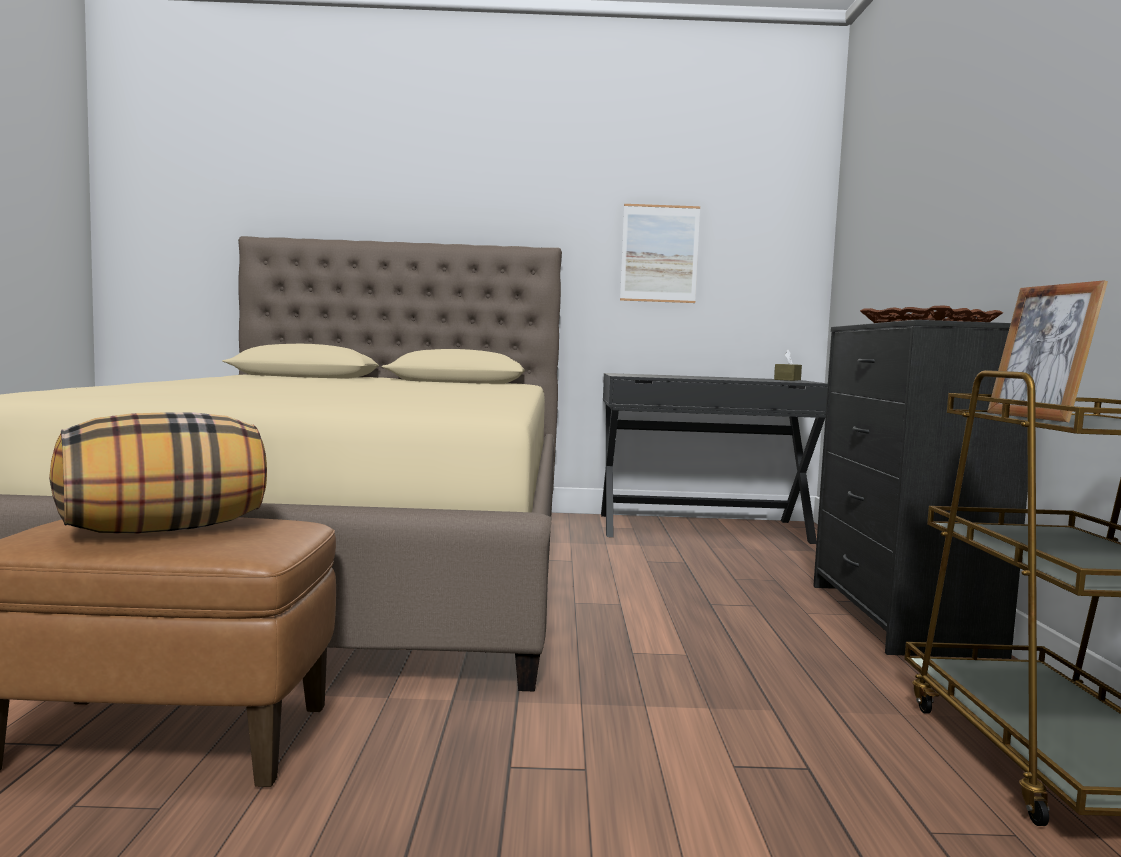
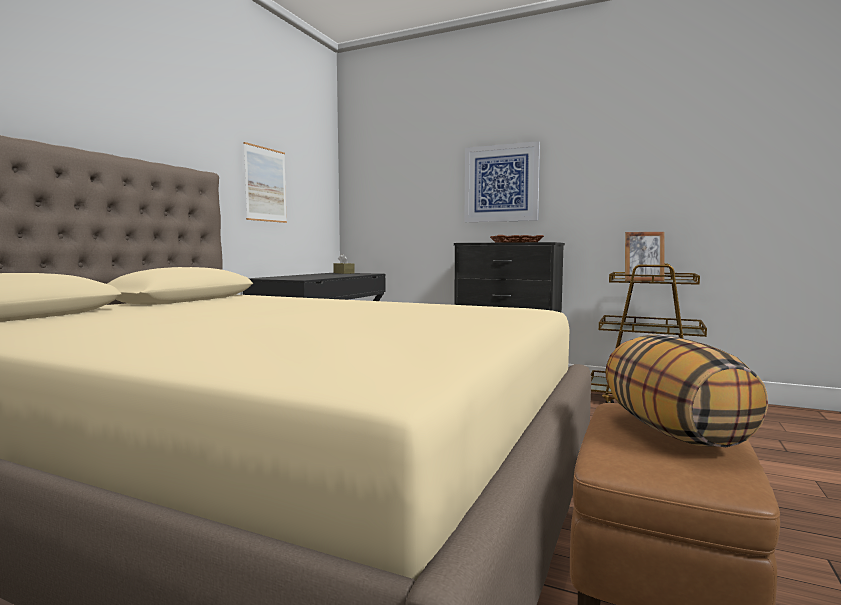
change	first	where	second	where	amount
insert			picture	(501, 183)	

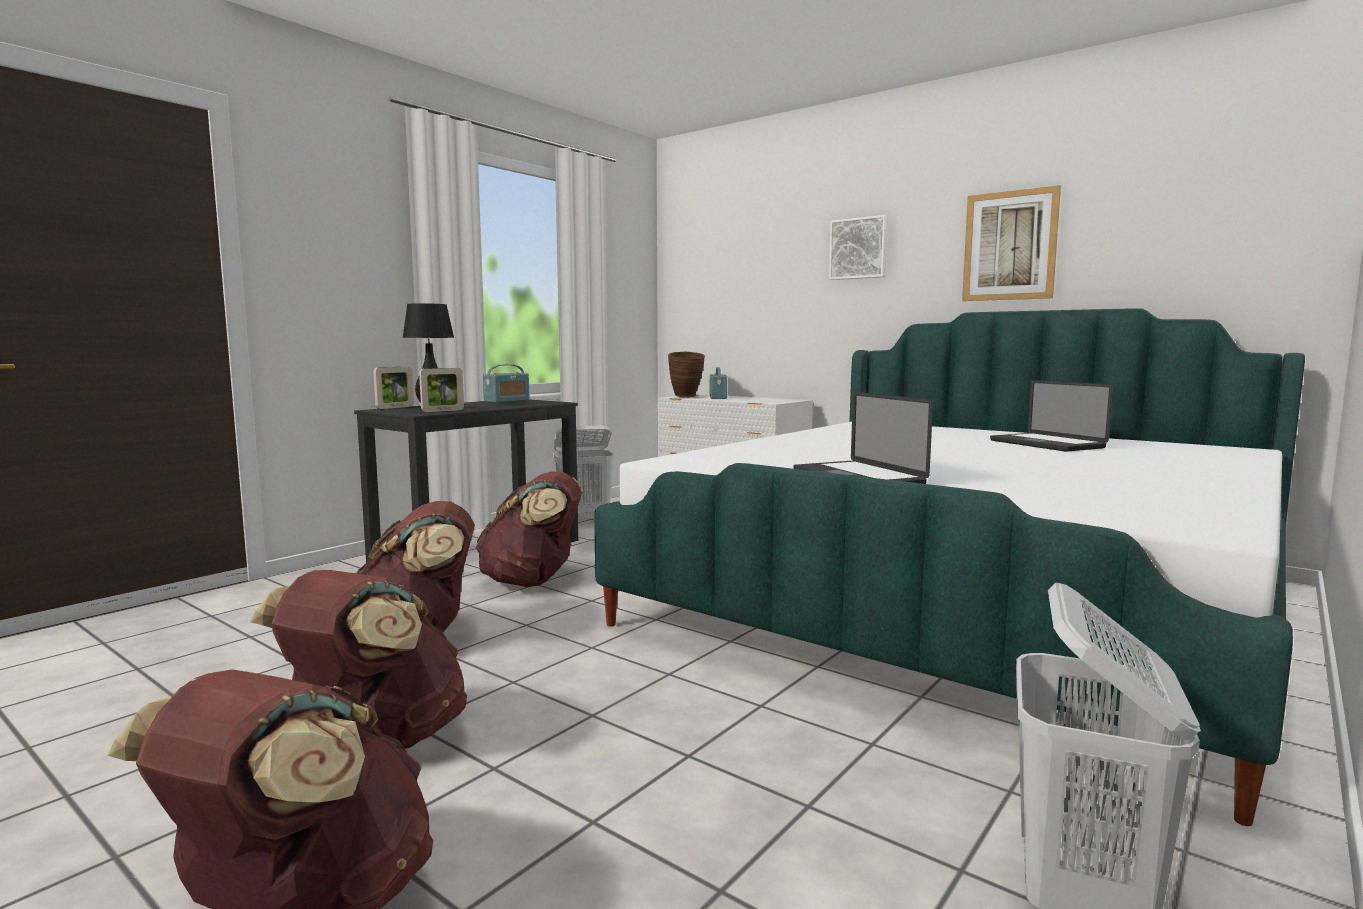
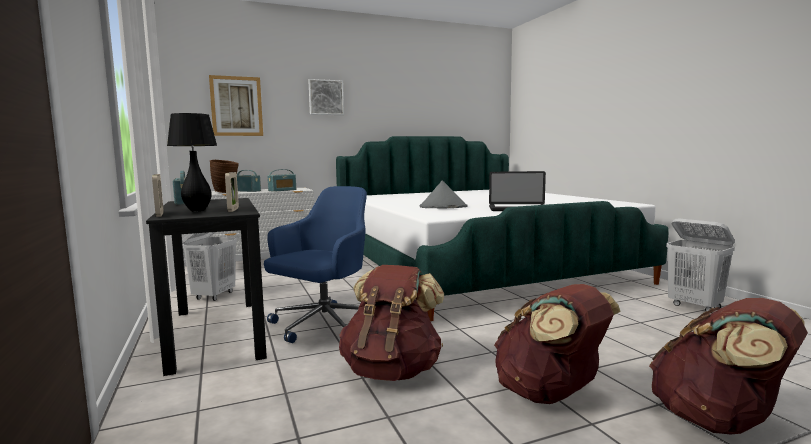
change	first	where	second	where	amount
move	picture	(1009, 246)		(236, 106)	
replace	backpack/brown	(533, 581)	office chair/blue	(323, 326)	
insert			radio	(282, 190)	
insert			hat/grey	(443, 207)	
delete	laptop	(1046, 444)			

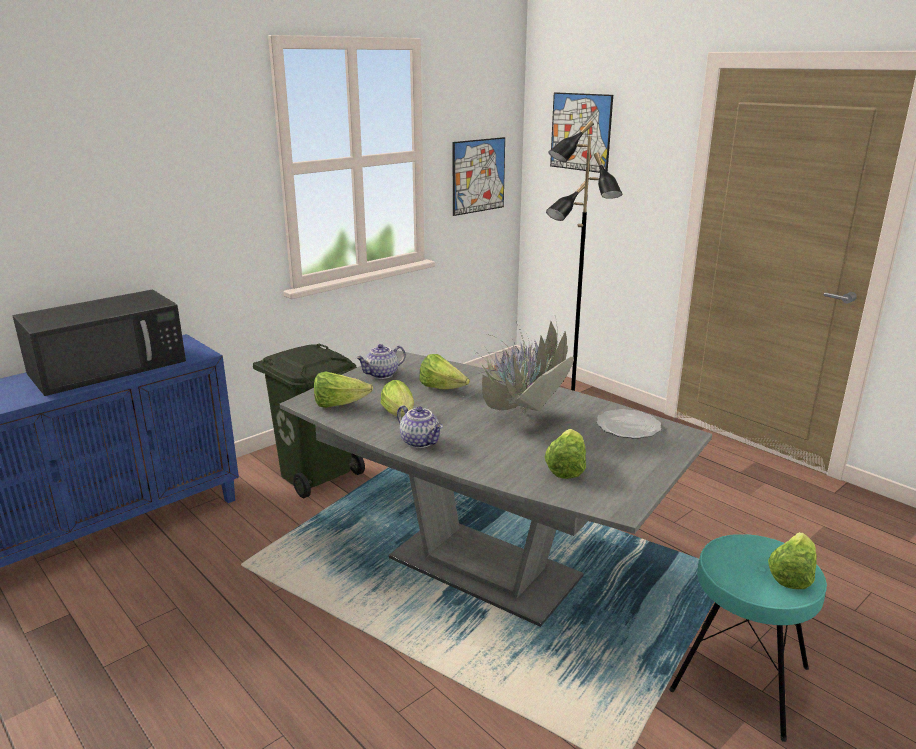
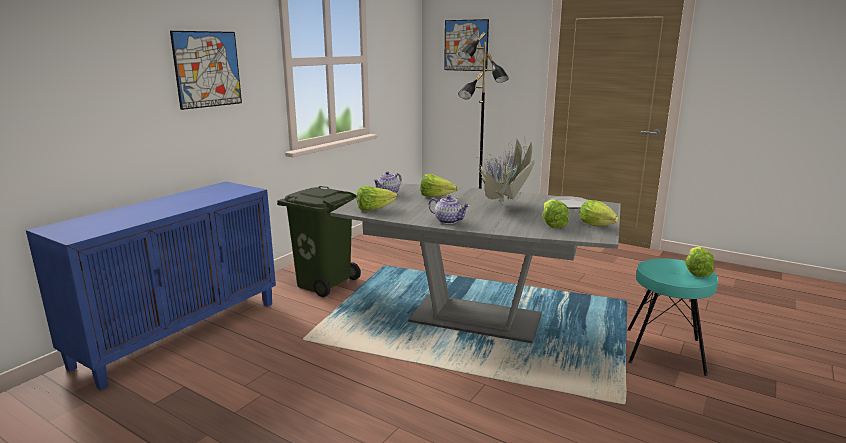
change	first	where	second	where	amount
move	picture	(478, 176)		(207, 69)	
move	lettuce	(400, 415)		(598, 226)	
delete	microwave/black	(110, 366)			

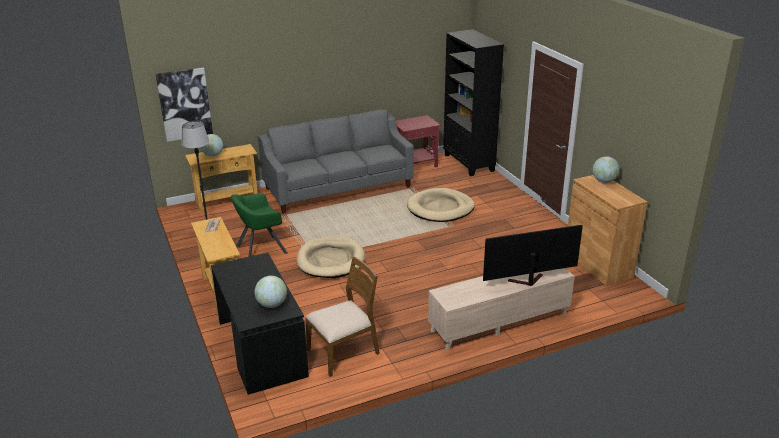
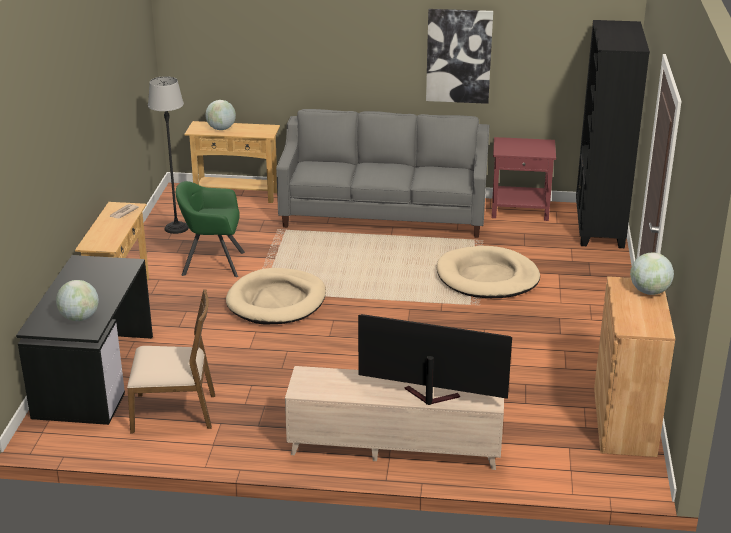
change	first	where	second	where	amount
move	picture	(184, 104)		(459, 56)	

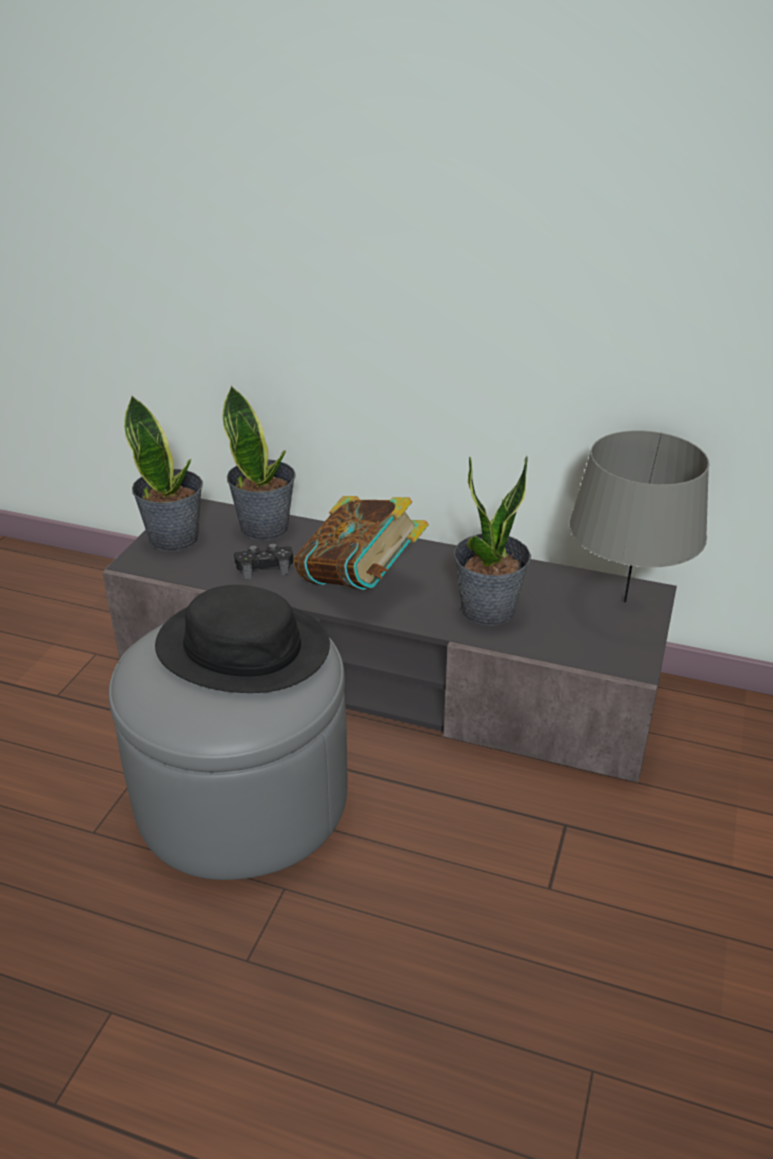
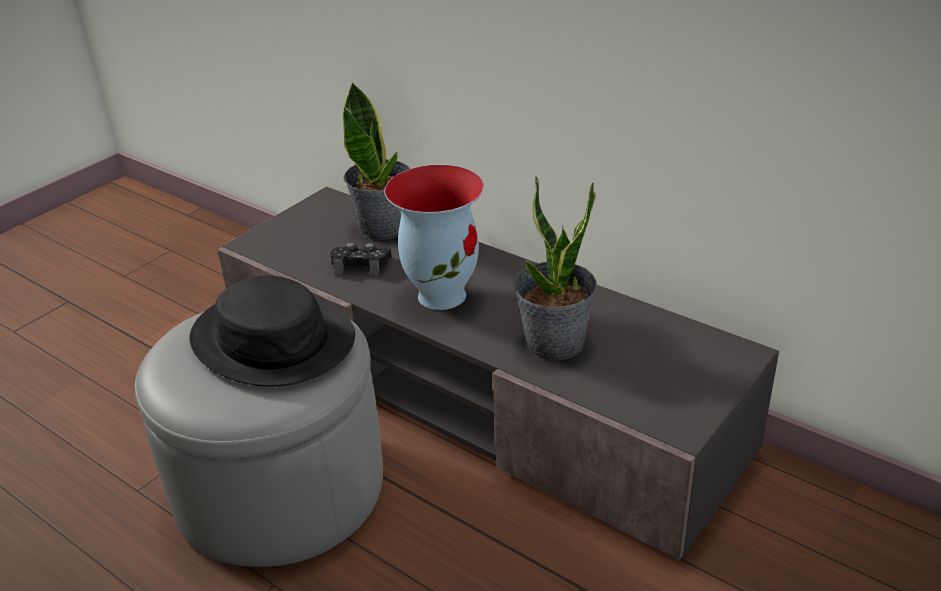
change	first	where	second	where	amount
replace	book	(360, 582)	vase	(442, 294)	
delete	potted plant	(175, 538)			
delete	table lamp/grey	(624, 602)			

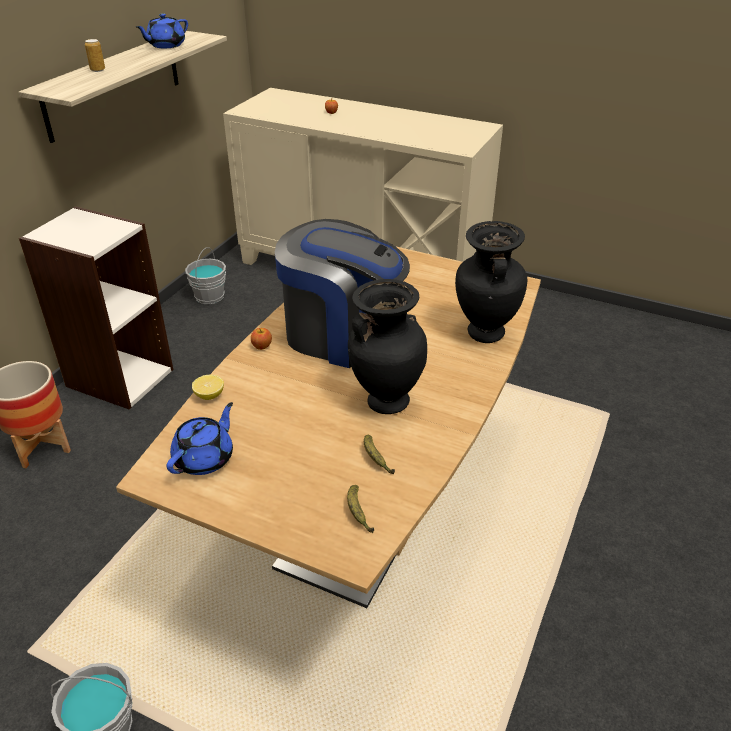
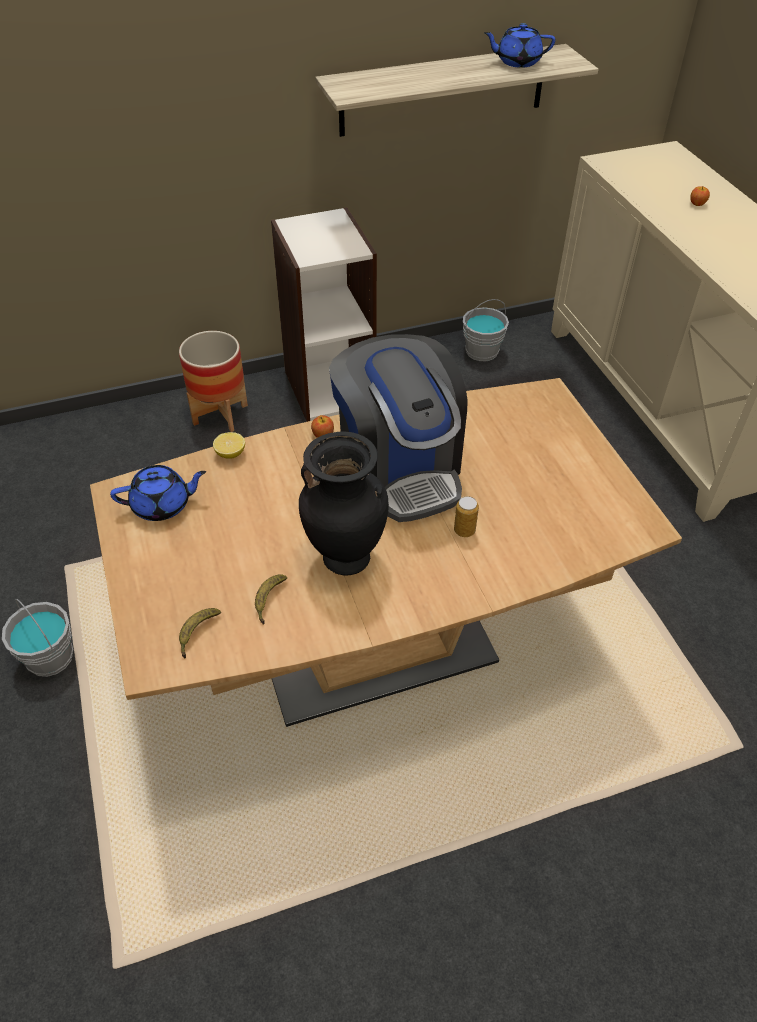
change	first	where	second	where	amount
move	can	(98, 70)		(464, 530)	
delete	vase/black	(484, 333)			

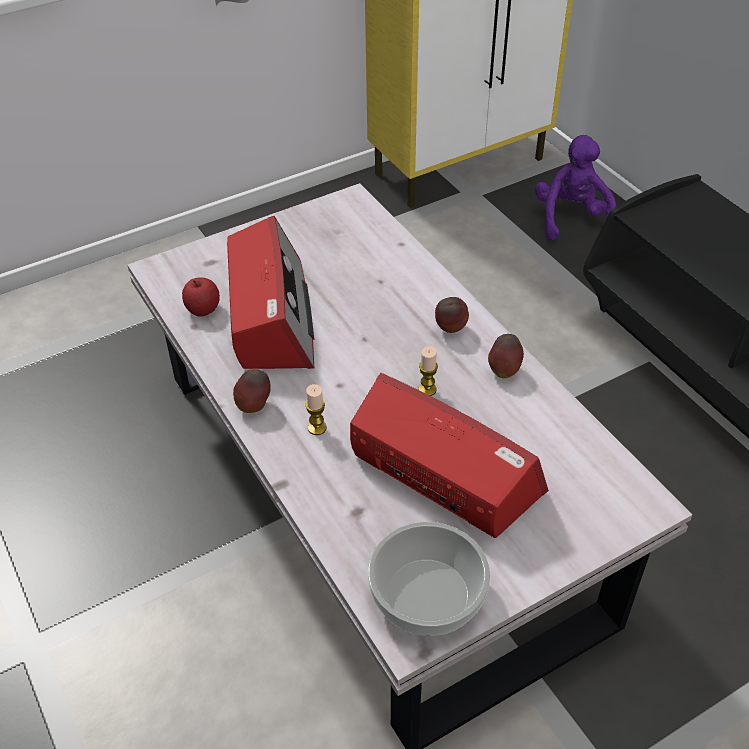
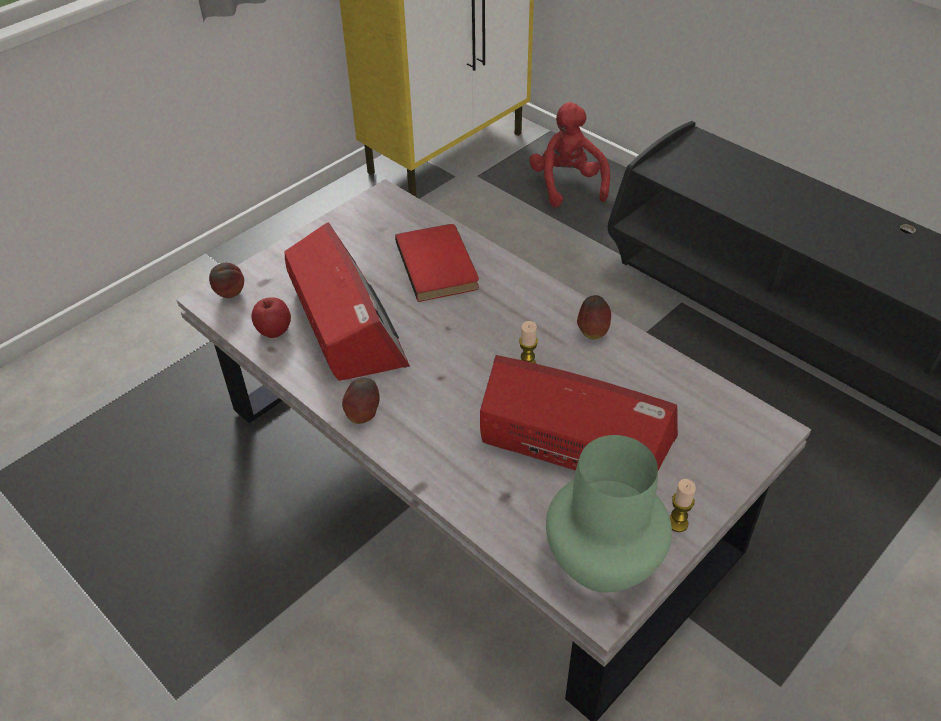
change	first	where	second	where	amount
move	apple	(450, 329)		(230, 295)	
insert			book/red	(440, 265)	
recolor	plush toy/purple	(571, 219)	plush toy/red	(567, 184)	
replace	bowl	(428, 597)	vase/green	(604, 563)	
move	candle	(317, 428)		(677, 523)	

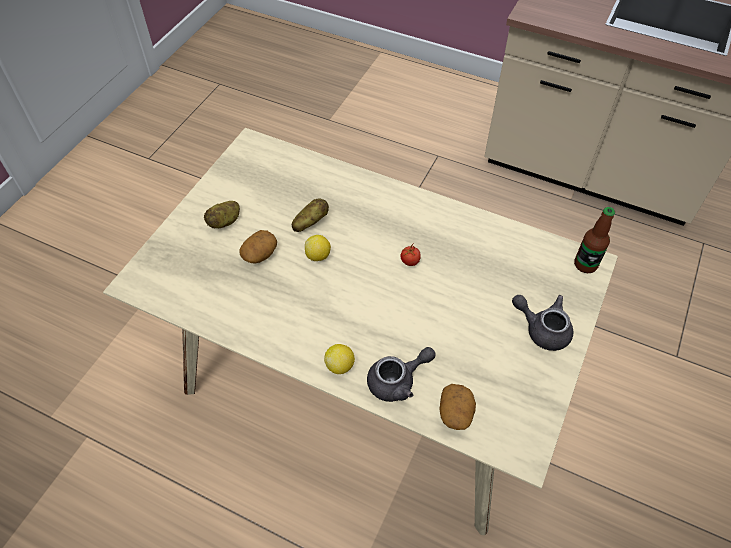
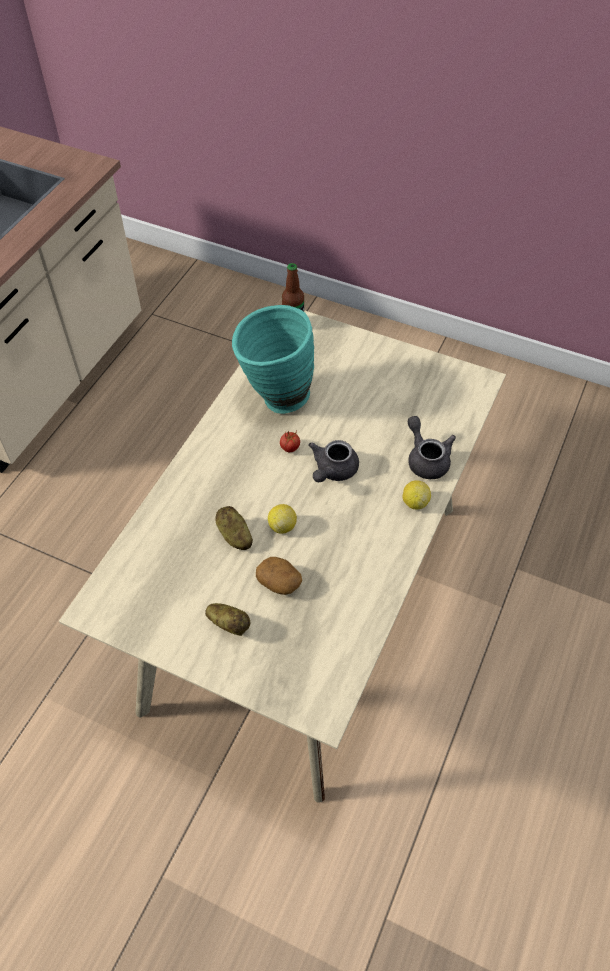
change	first	where	second	where	amount
insert			vase/turquoise	(275, 399)	
move	teapot/grey	(542, 329)		(332, 471)	
delete	potato	(456, 413)			

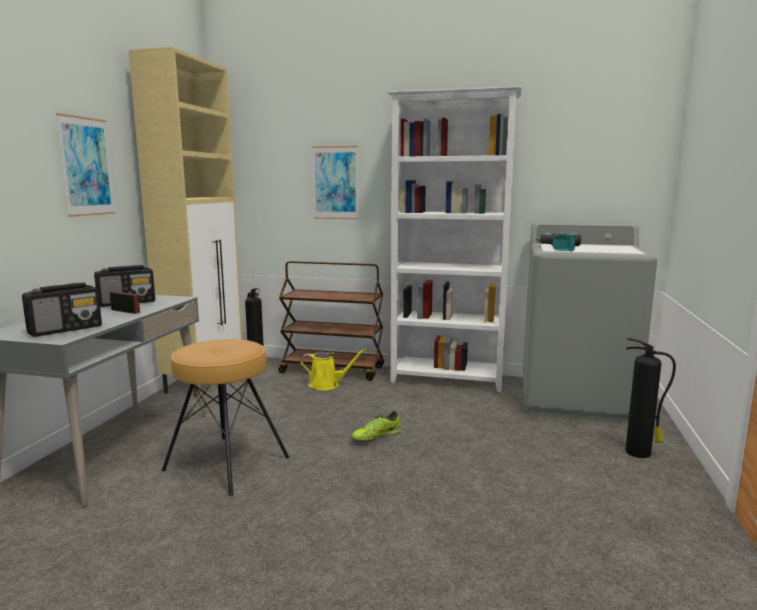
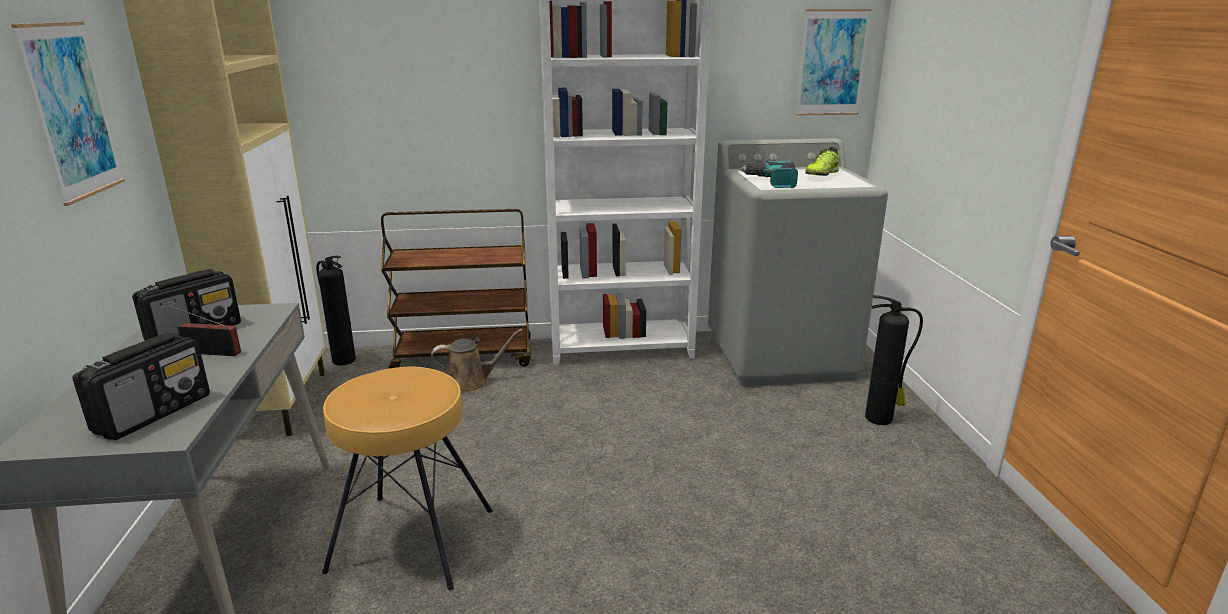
change	first	where	second	where	amount
recolor	watering can/yellow	(327, 385)	watering can/brown	(471, 382)	
move	picture	(335, 183)		(832, 63)	
move	shoe	(375, 437)		(821, 175)	

